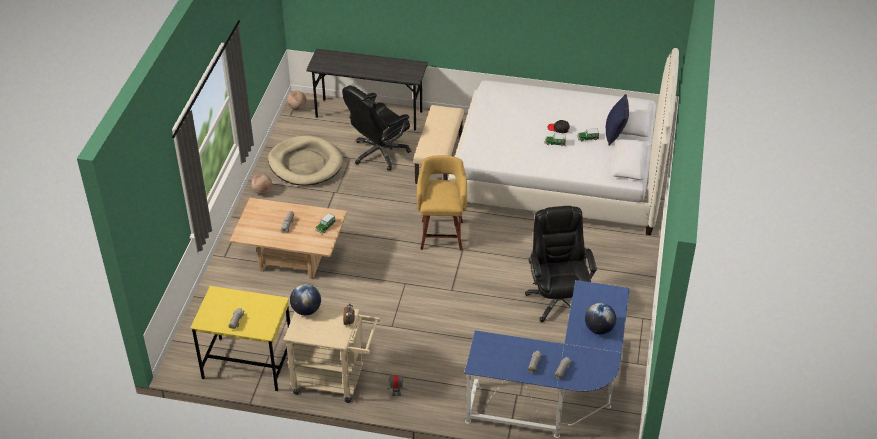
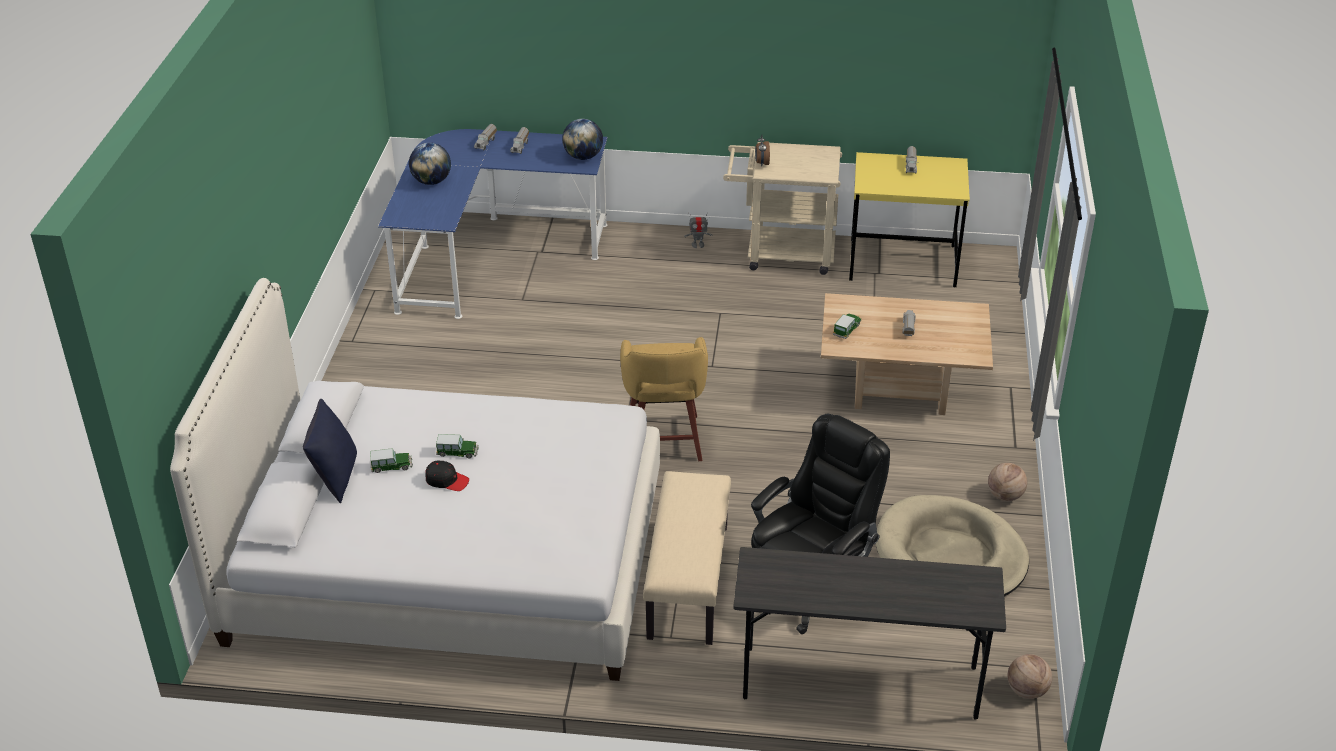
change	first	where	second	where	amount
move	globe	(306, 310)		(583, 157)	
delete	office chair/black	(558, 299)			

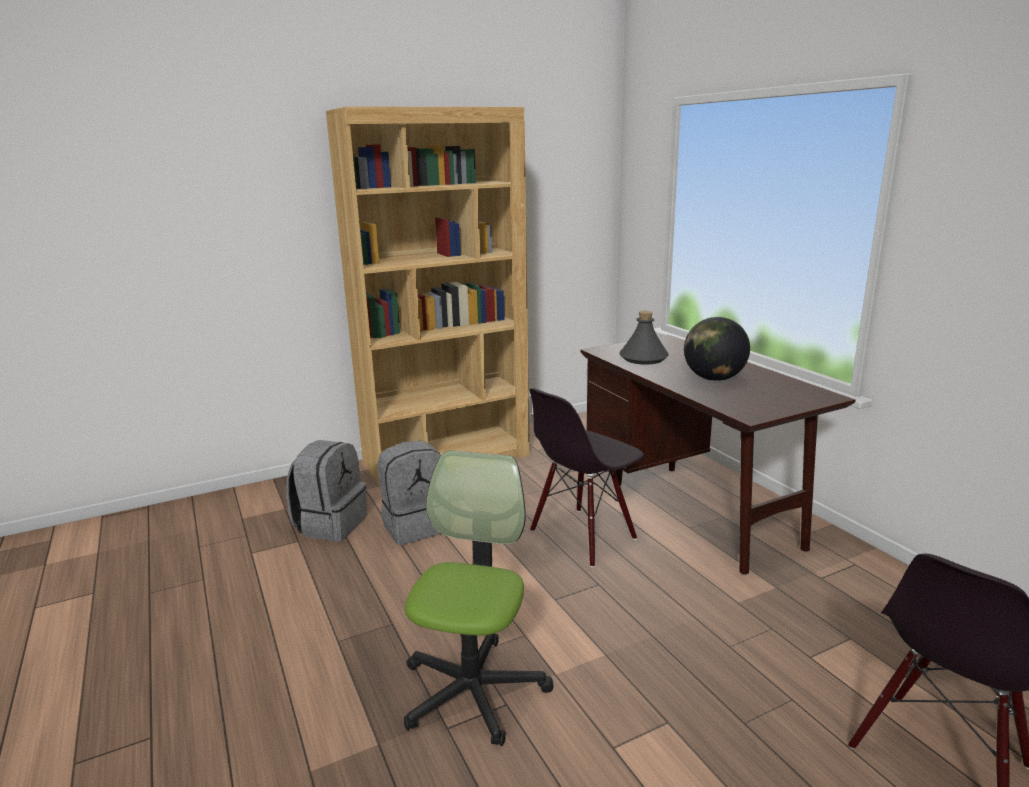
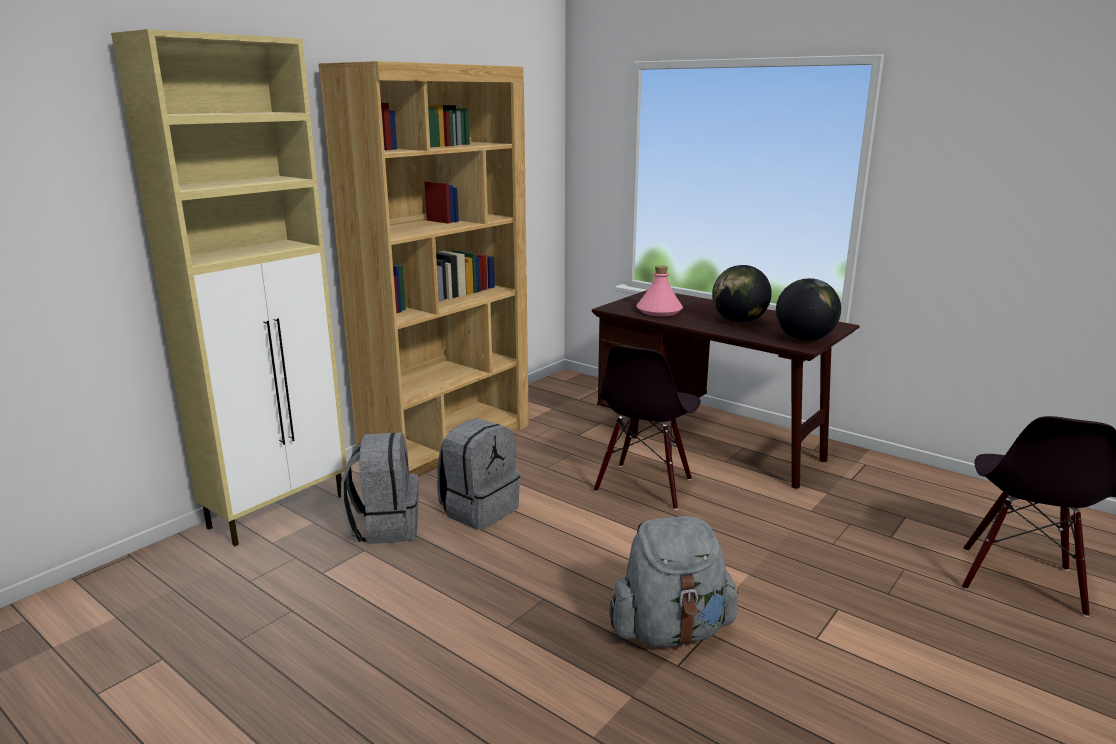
change	first	where	second	where	amount
insert			cabinet/beige	(279, 511)	
replace	office chair	(473, 691)	backpack/grey	(671, 631)	
recolor	bottle/grey	(643, 358)	bottle/pink	(659, 311)	
insert			globe	(804, 339)	

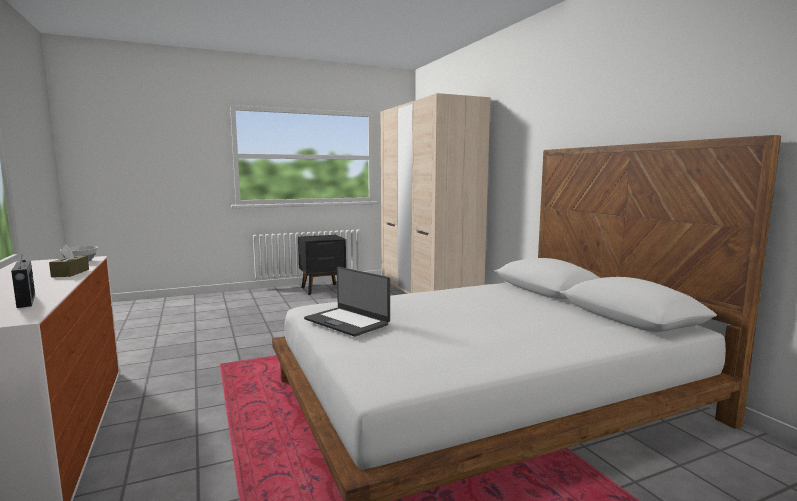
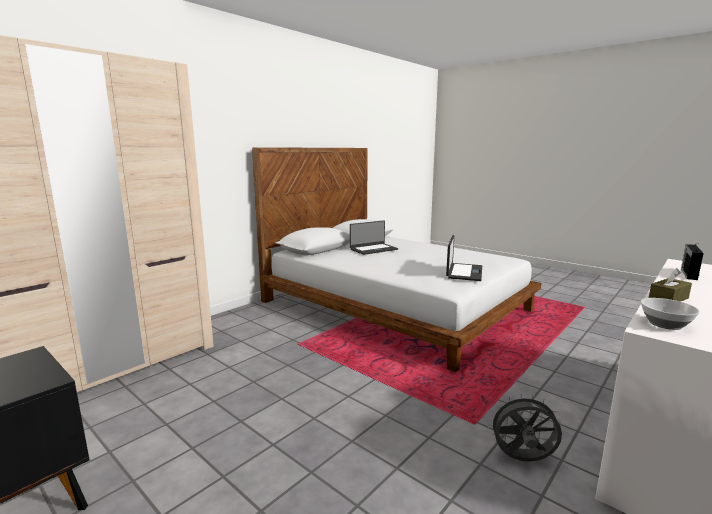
change	first	where	second	where	amount
insert			laptop	(373, 249)	
insert			fan/grey	(522, 460)	

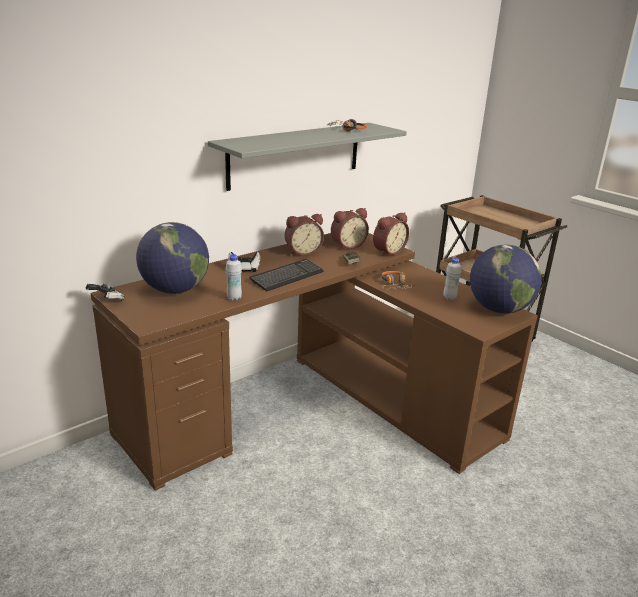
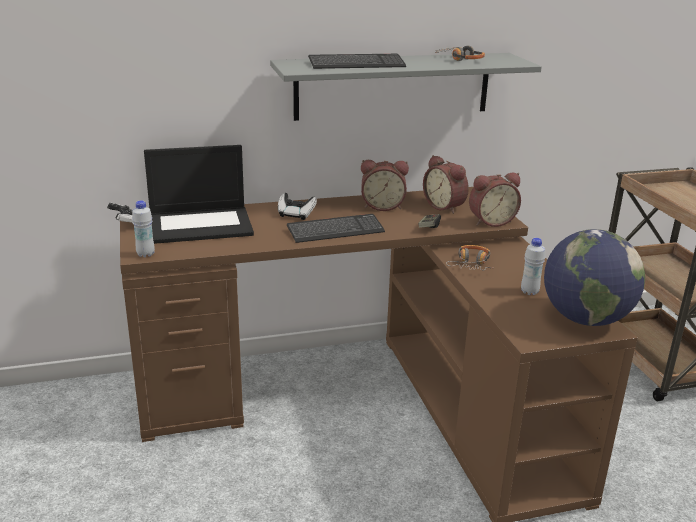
change	first	where	second	where	amount
move	bottle/white	(234, 298)		(145, 254)	
replace	globe	(175, 290)	laptop	(201, 225)	
insert			keyboard	(356, 64)	
rotate	alarm clock	(347, 245)		(445, 206)	60 degrees clockwise

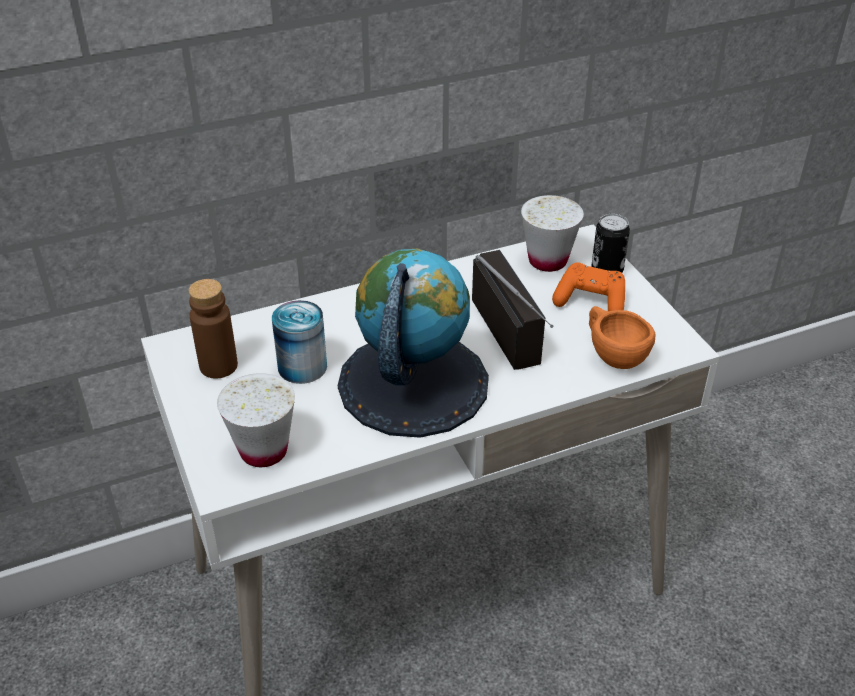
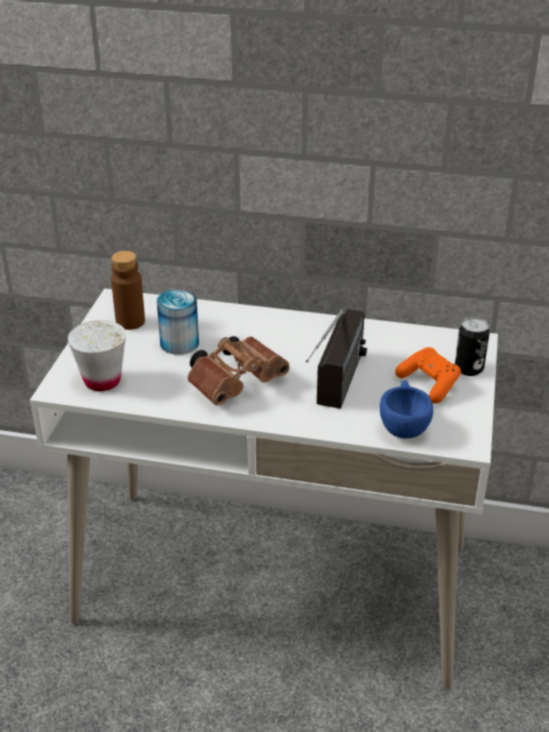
change	first	where	second	where	amount
replace	globe	(412, 383)	binoculars/brown	(238, 382)	
recolor	cup/orange	(613, 354)	cup/blue	(403, 425)	
delete	cup/white	(547, 261)			

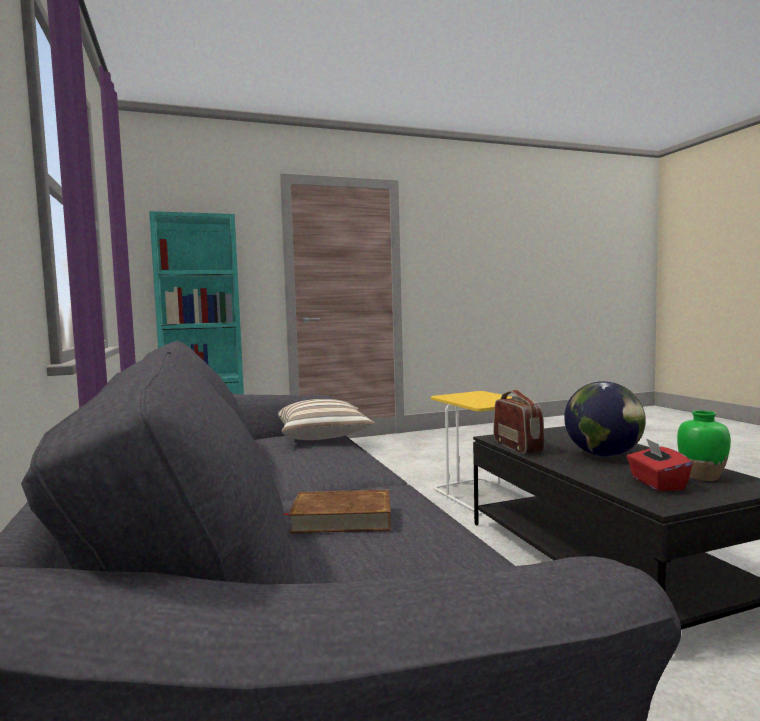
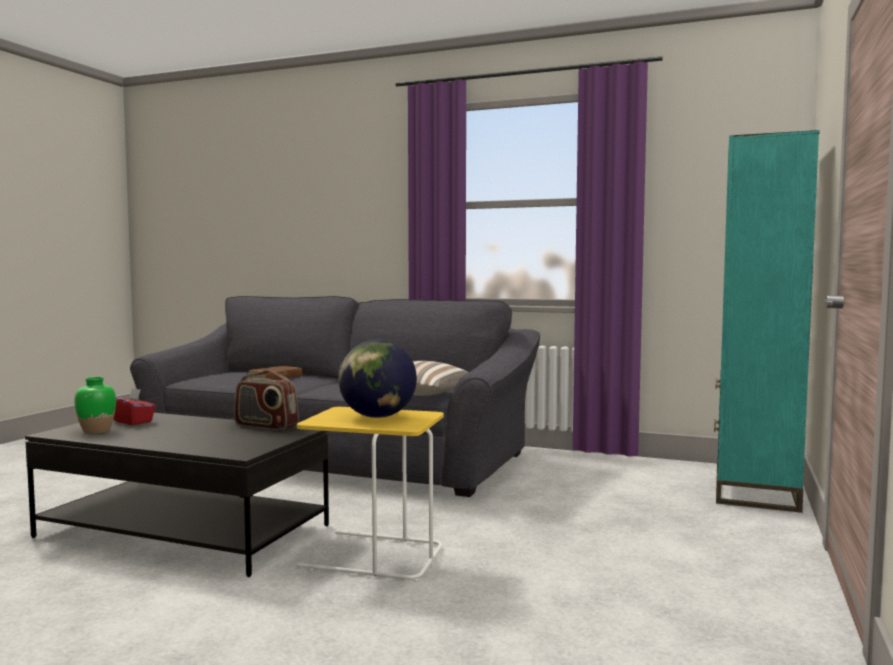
change	first	where	second	where	amount
move	globe	(604, 455)		(377, 416)	

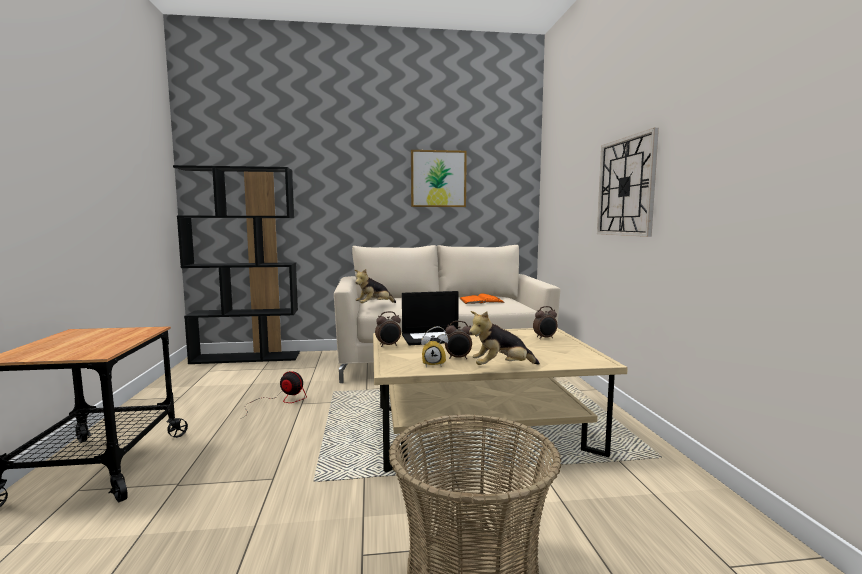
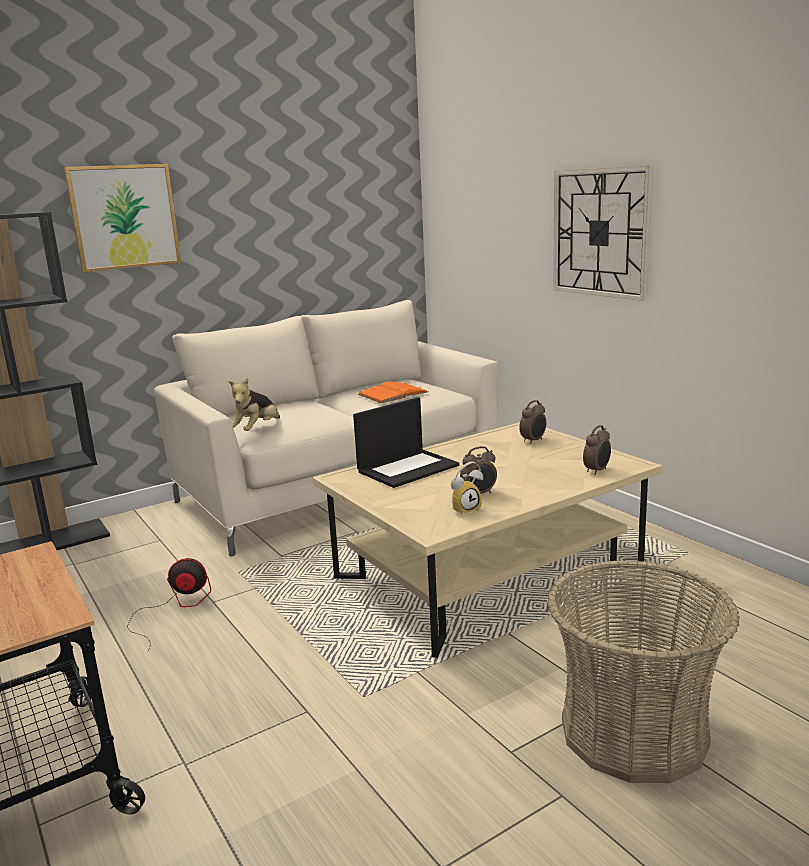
change	first	where	second	where	amount
move	picture	(438, 179)		(124, 217)	
move	alarm clock	(388, 345)		(597, 471)	
delete	plush toy	(501, 368)			

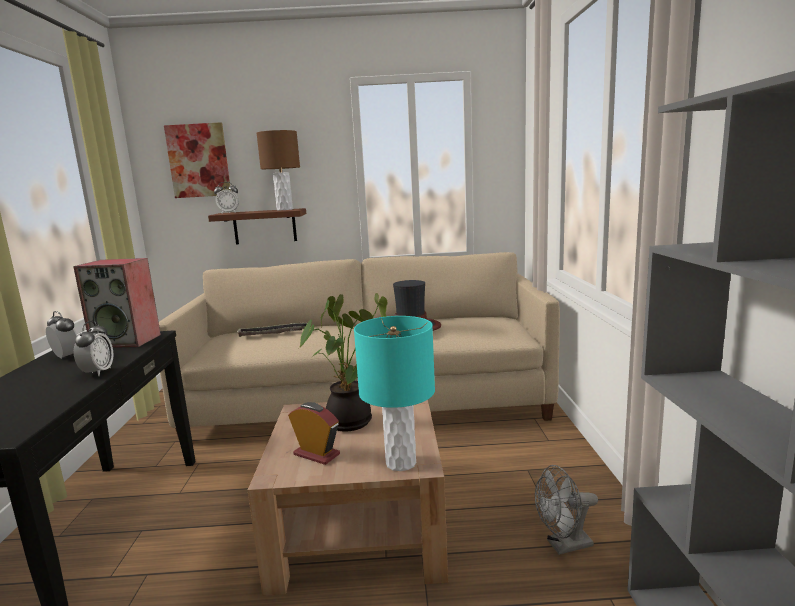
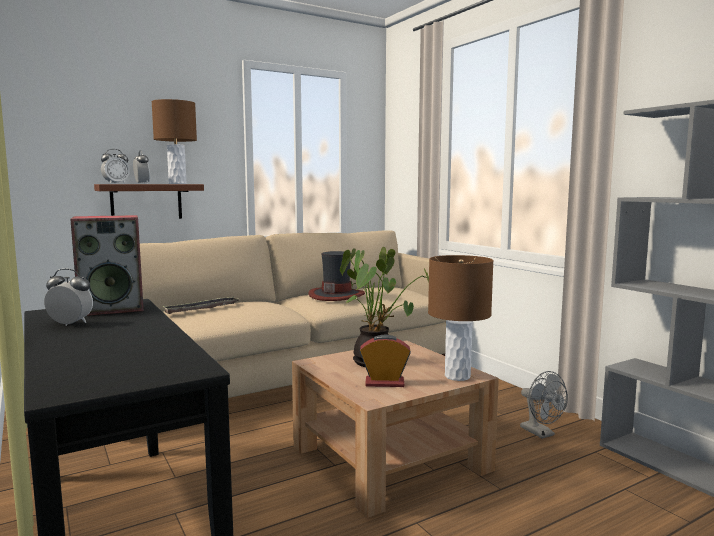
change	first	where	second	where	amount
move	alarm clock	(98, 372)		(142, 184)	
recolor	table lamp/turquoise	(401, 463)	table lamp/brown	(458, 376)	
rotate	fan/grey	(563, 545)		(541, 433)	75 degrees counterclockwise
delete	picture	(198, 161)			

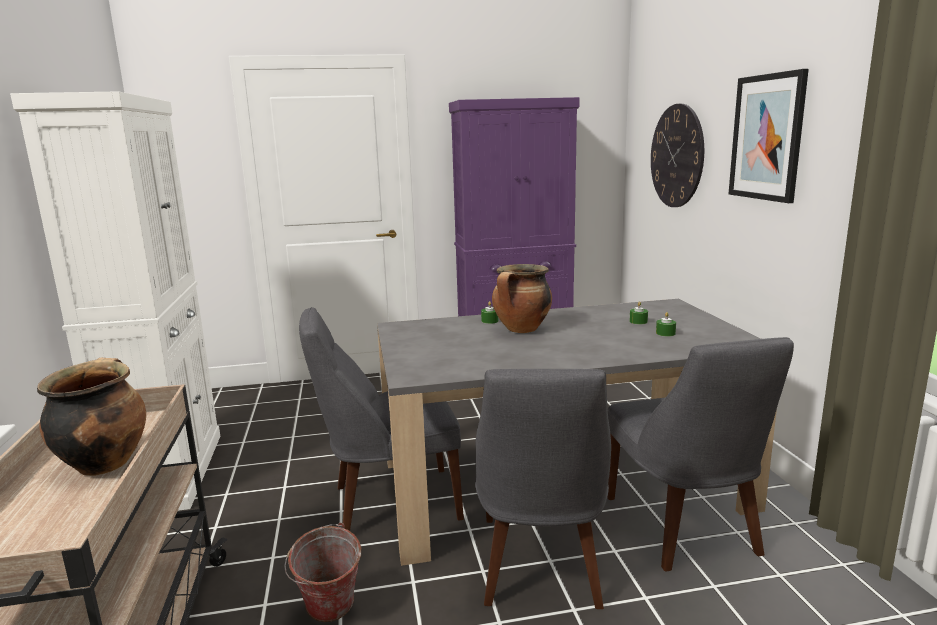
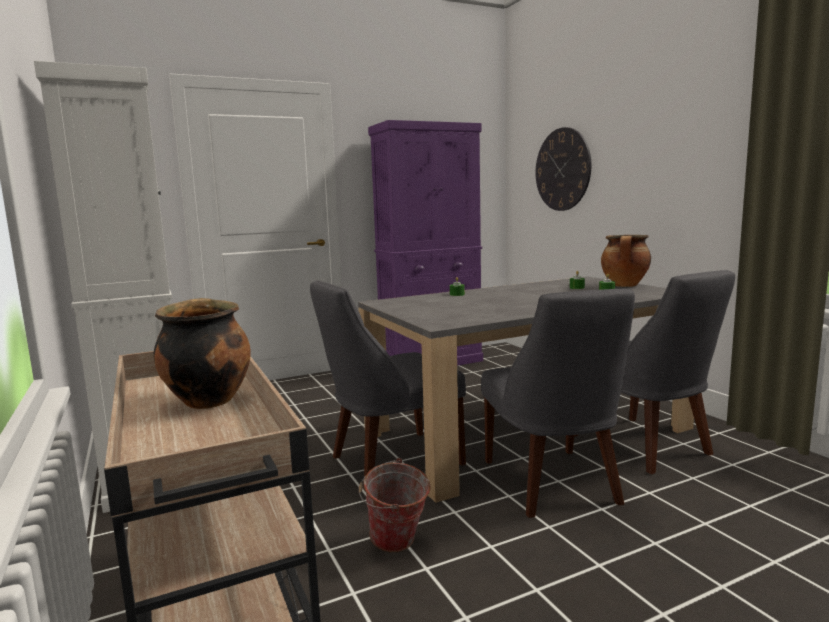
change	first	where	second	where	amount
move	cooking pot	(521, 330)		(625, 285)	
delete	picture	(767, 137)			

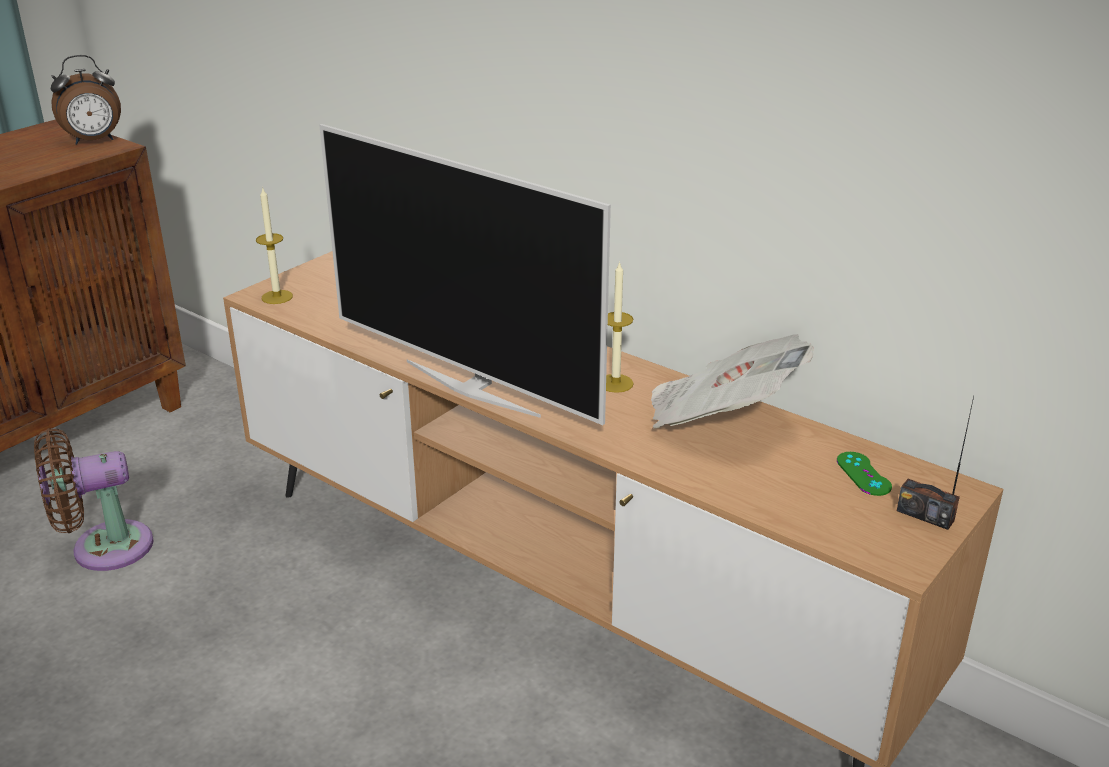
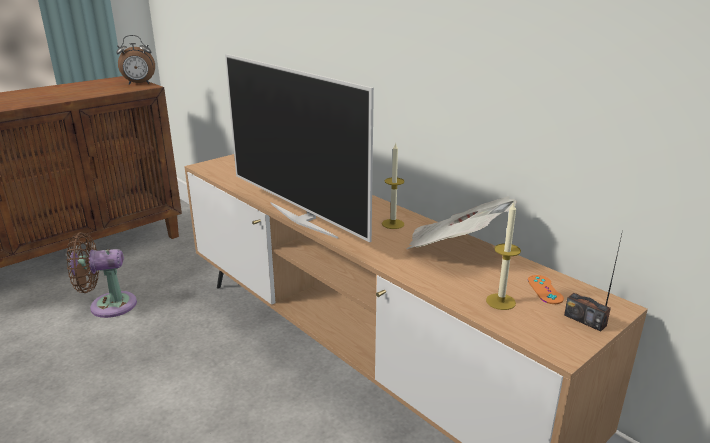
change	first	where	second	where	amount
move	candle	(277, 297)		(500, 301)	
recolor	game controller/green	(863, 474)	game controller/orange	(545, 289)	

